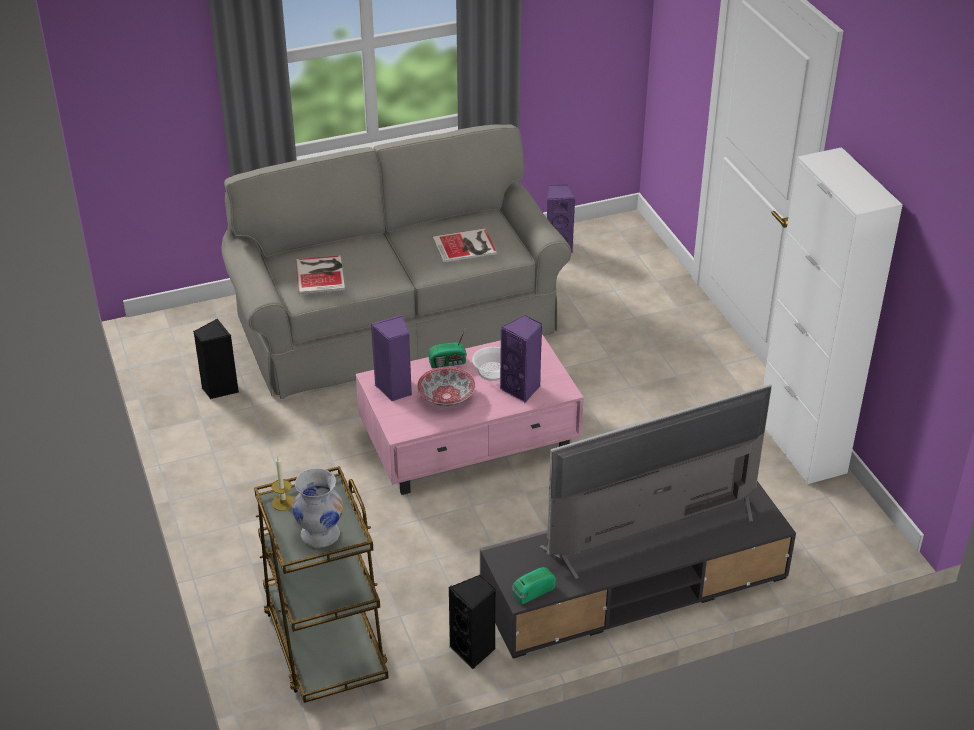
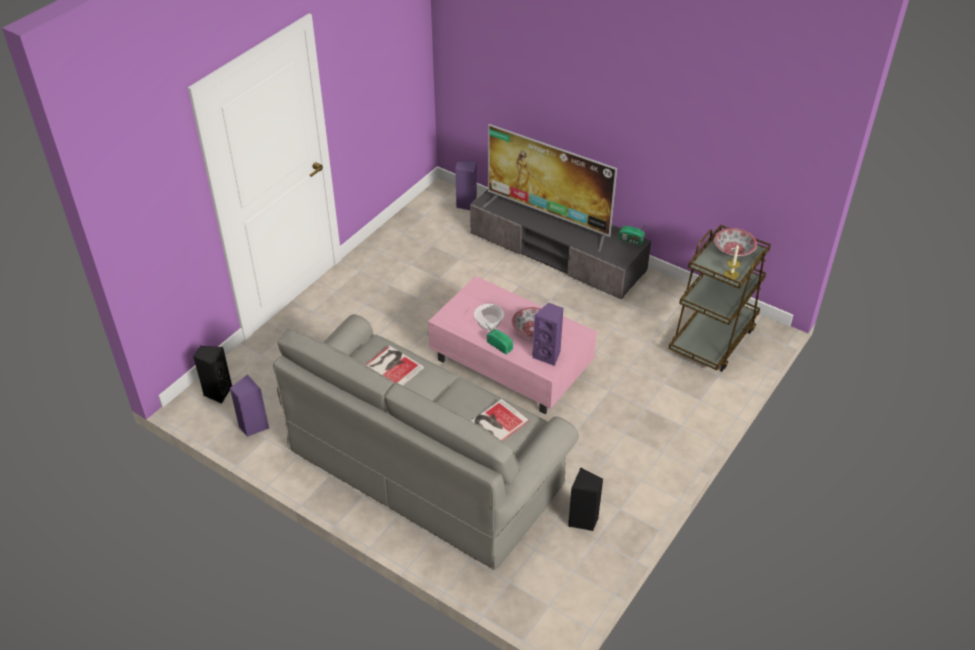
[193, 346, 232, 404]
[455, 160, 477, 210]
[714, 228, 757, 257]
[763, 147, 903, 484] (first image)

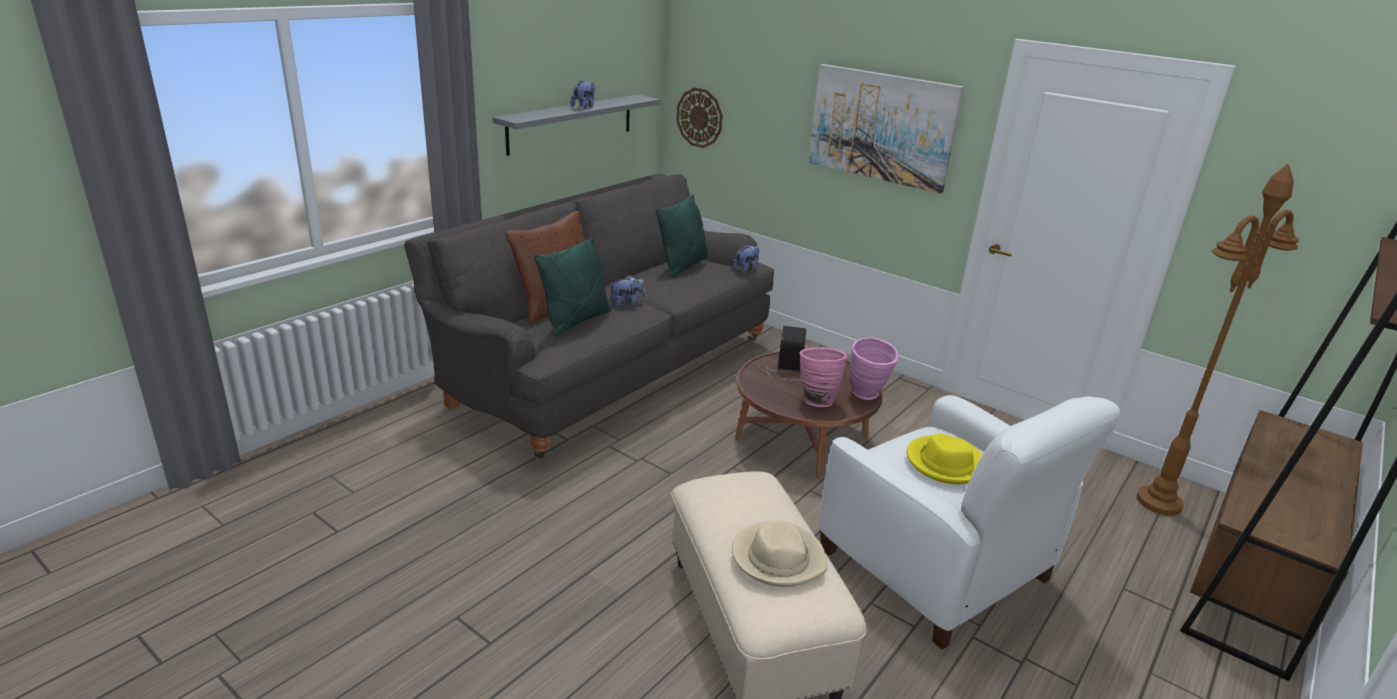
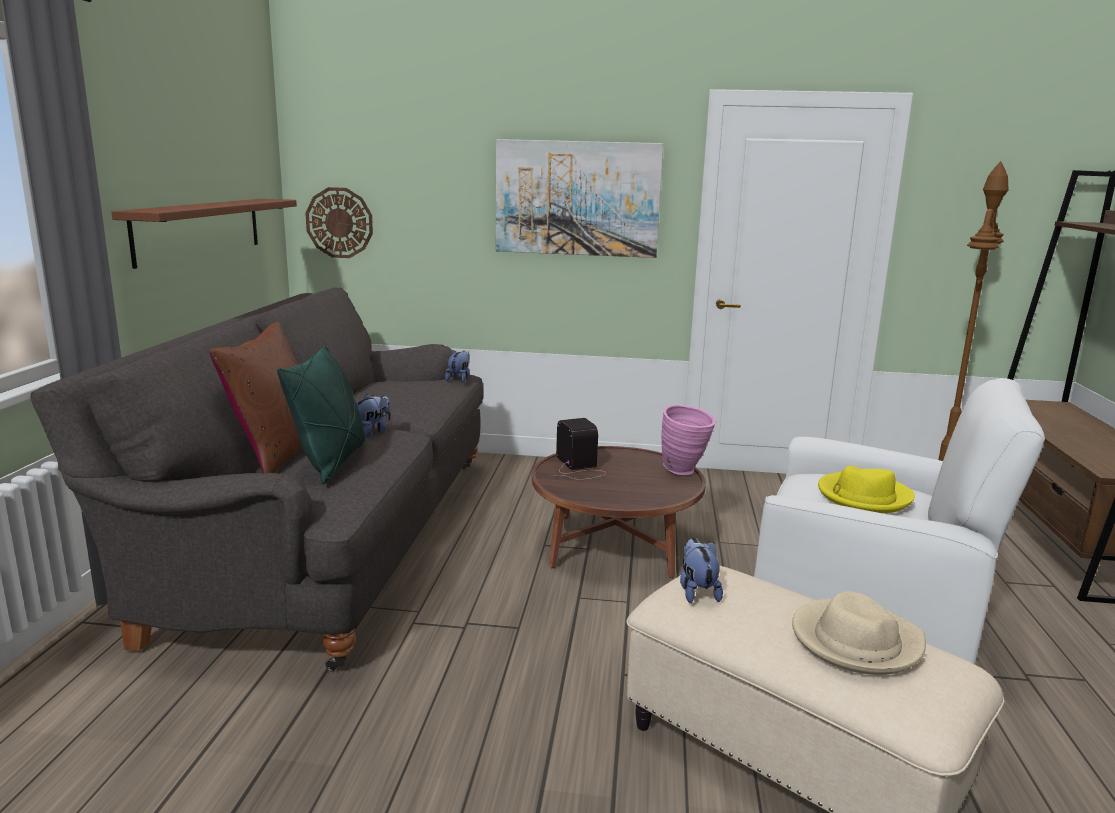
[111, 199, 297, 269]
[680, 538, 723, 603]
[656, 195, 709, 278] (first image)
[799, 347, 847, 407] (first image)

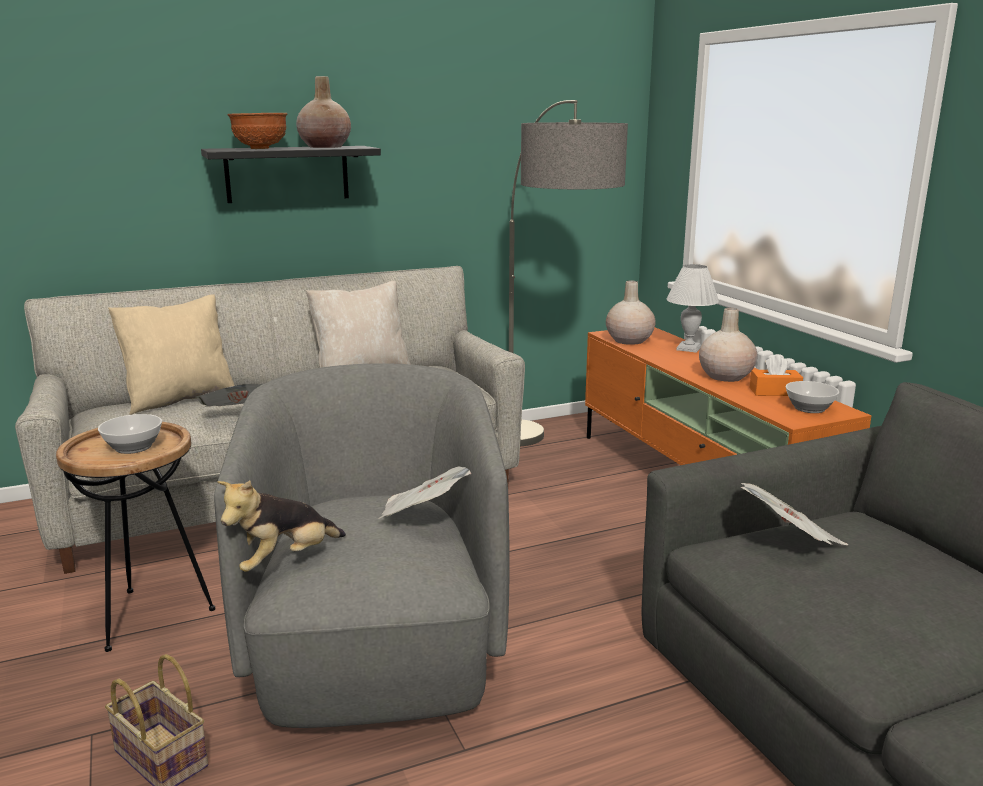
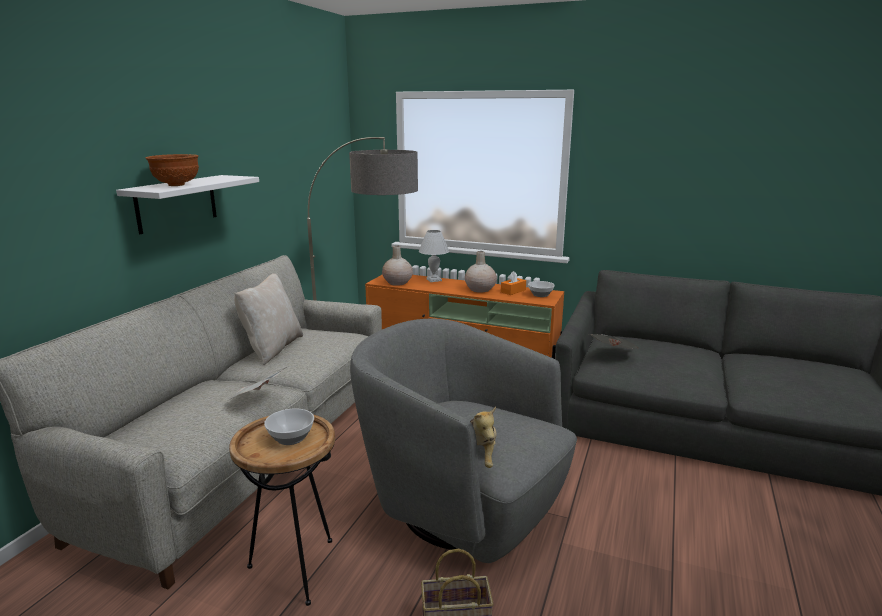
[116, 175, 259, 234]
[108, 294, 235, 415] (first image)
[296, 76, 351, 148] (first image)
[378, 467, 471, 519] (first image)

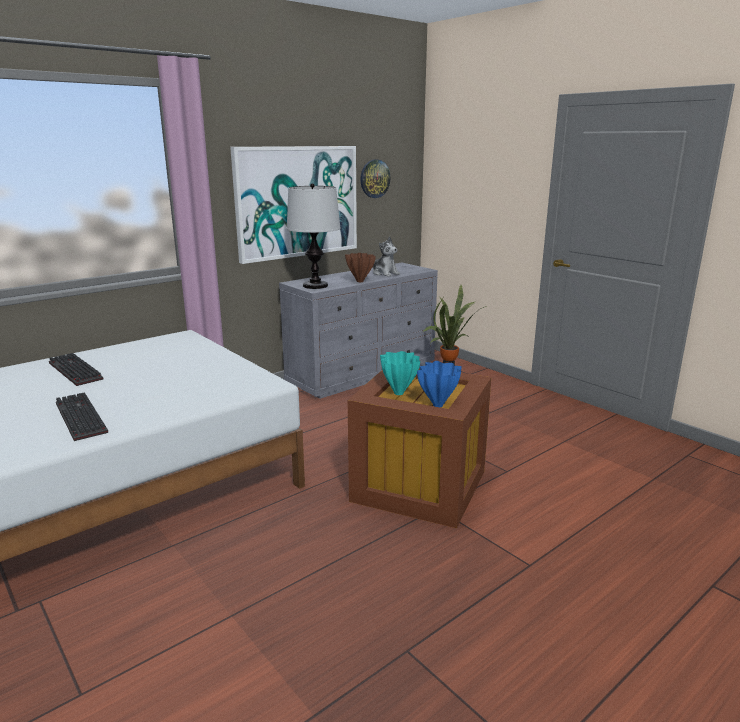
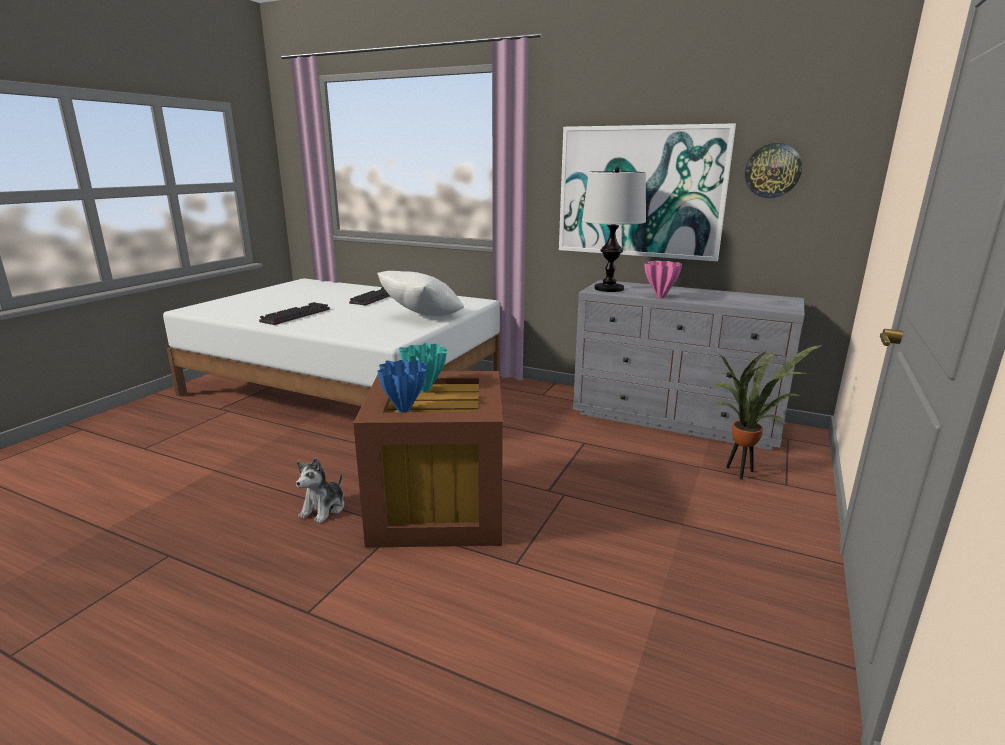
[296, 458, 344, 523]
[377, 271, 464, 316]
[644, 260, 682, 298]

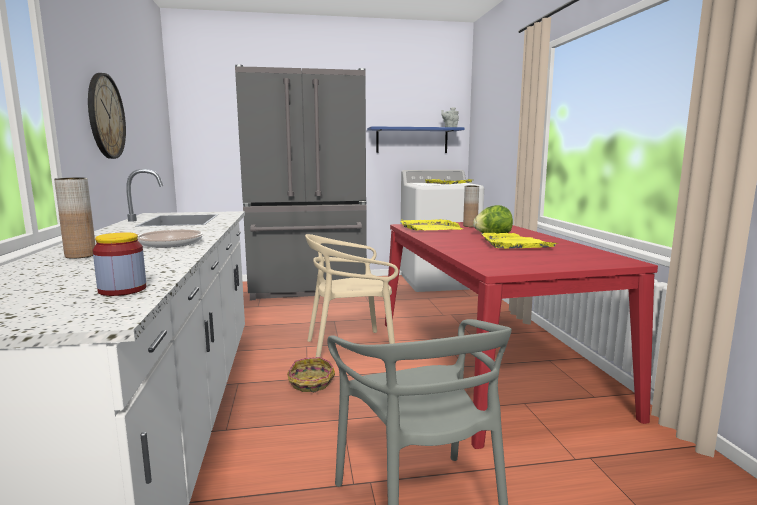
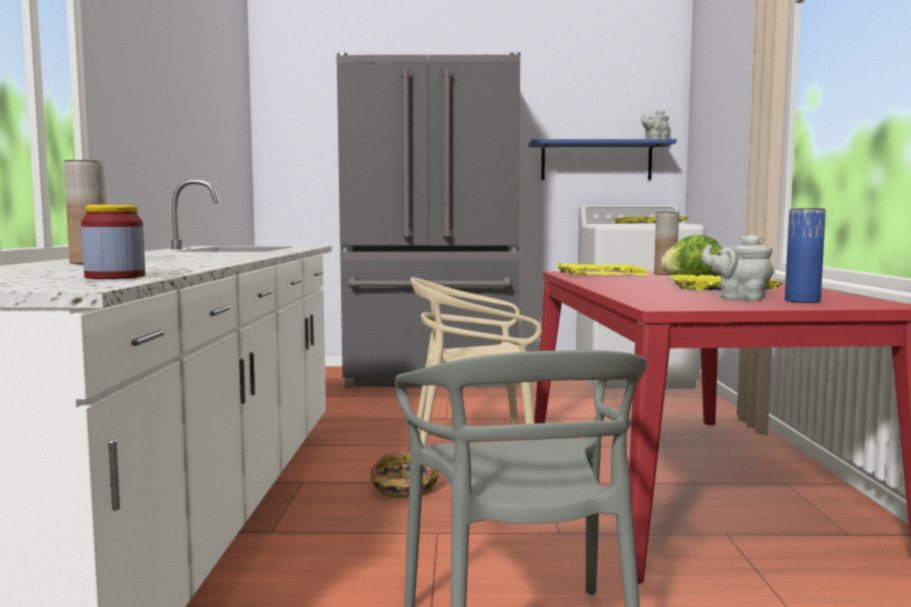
[701, 234, 774, 301]
[785, 208, 826, 303]
[88, 73, 126, 159] (first image)
[106, 230, 203, 248] (first image)

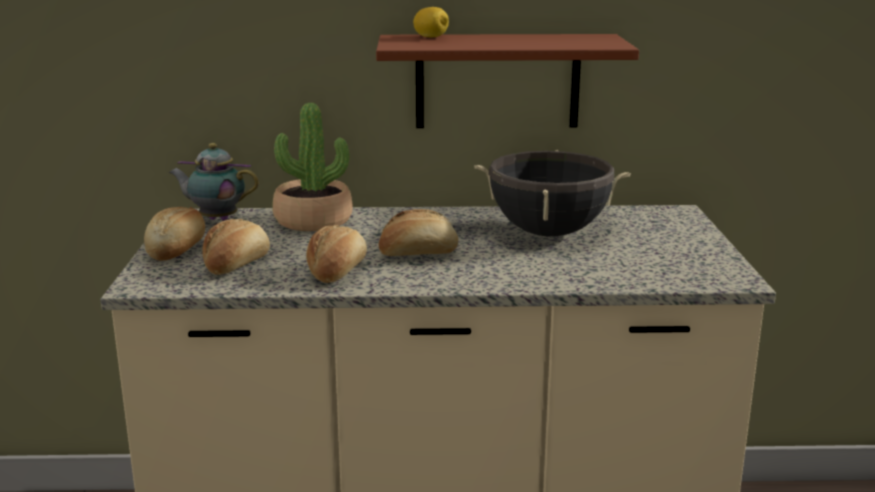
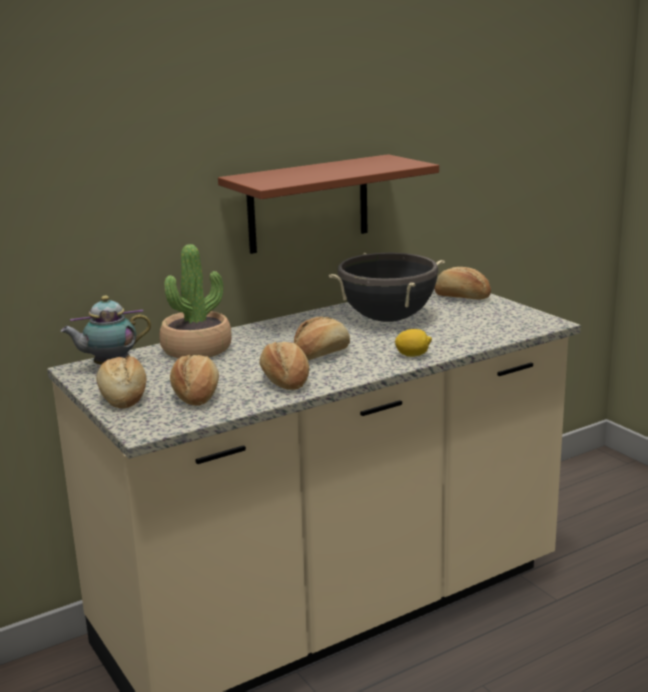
[395, 329, 432, 357]
[435, 267, 491, 299]

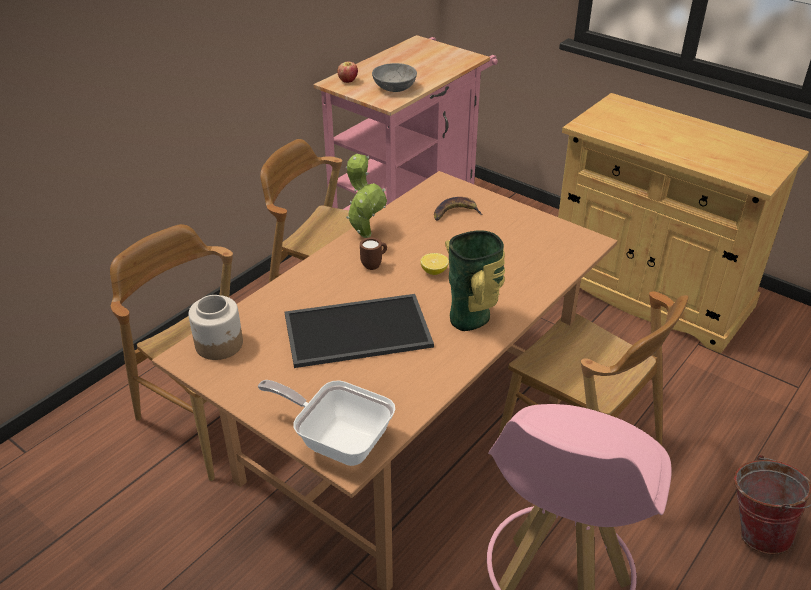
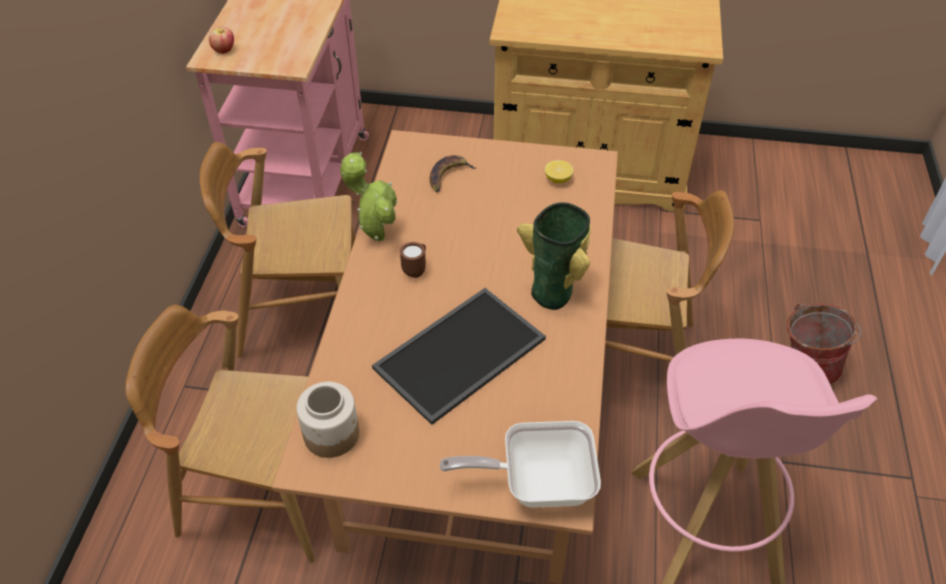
[545, 160, 573, 184]
[372, 63, 417, 92] (first image)

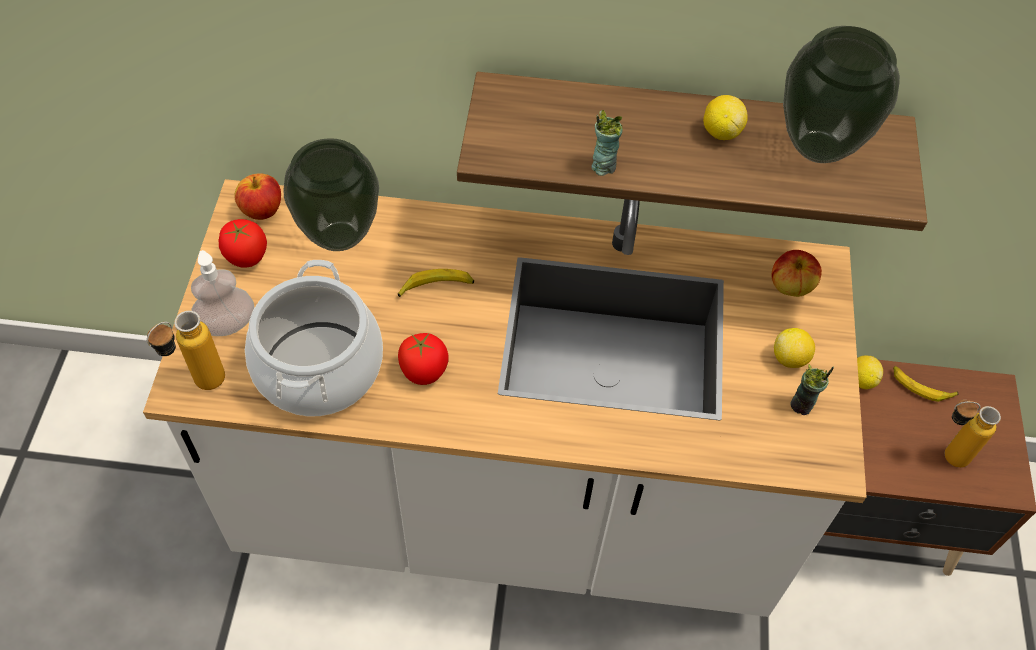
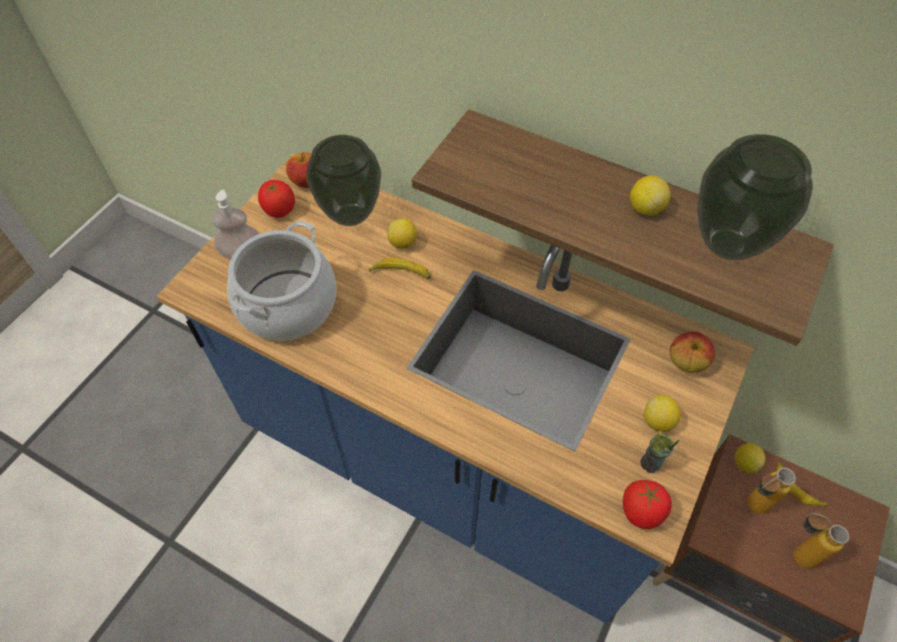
[156, 153, 755, 623]
[387, 218, 417, 248]
[623, 480, 672, 529]
[747, 468, 796, 514]
[591, 110, 623, 176] (first image)

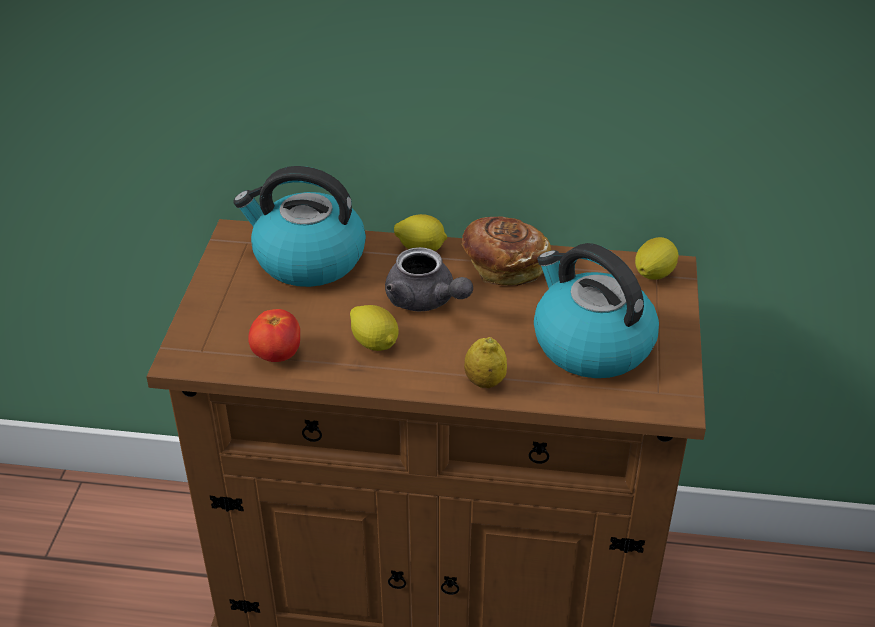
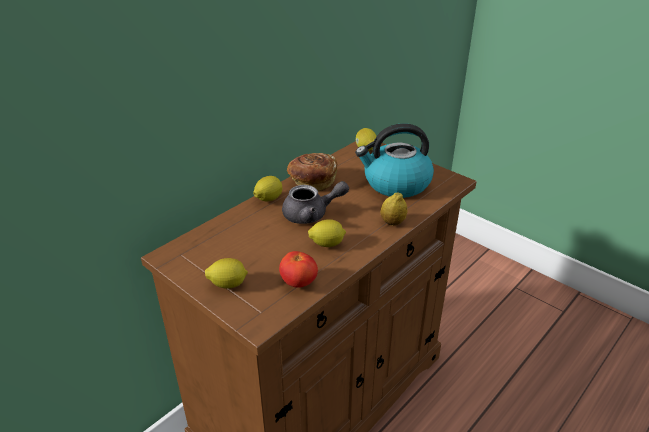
[205, 258, 248, 289]
[233, 166, 366, 287] (first image)

